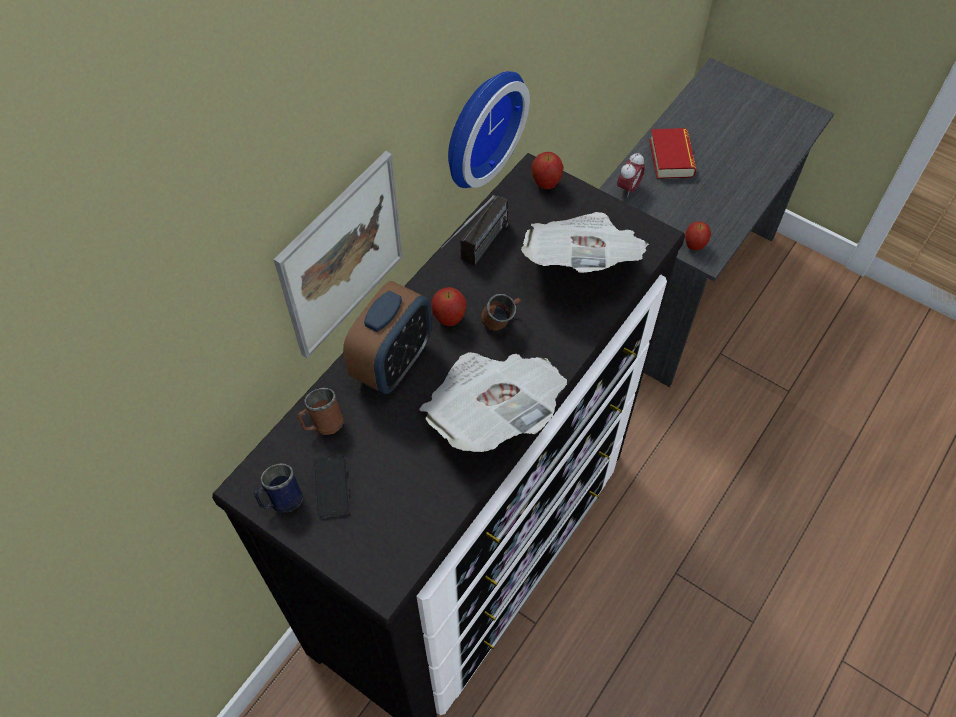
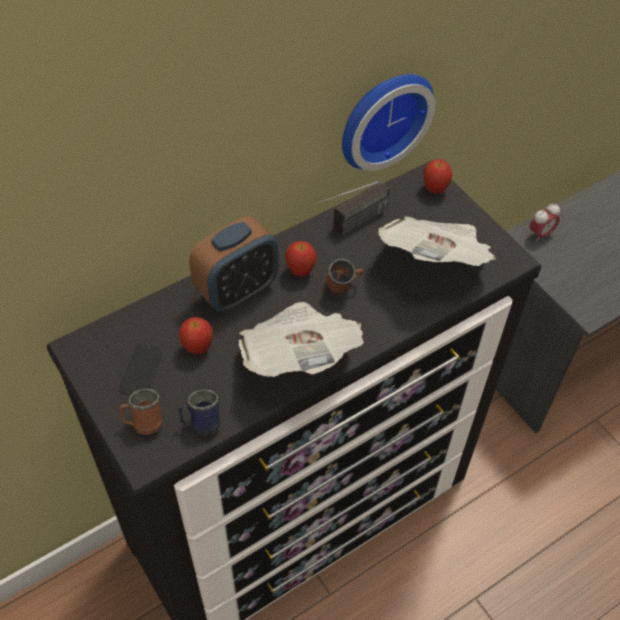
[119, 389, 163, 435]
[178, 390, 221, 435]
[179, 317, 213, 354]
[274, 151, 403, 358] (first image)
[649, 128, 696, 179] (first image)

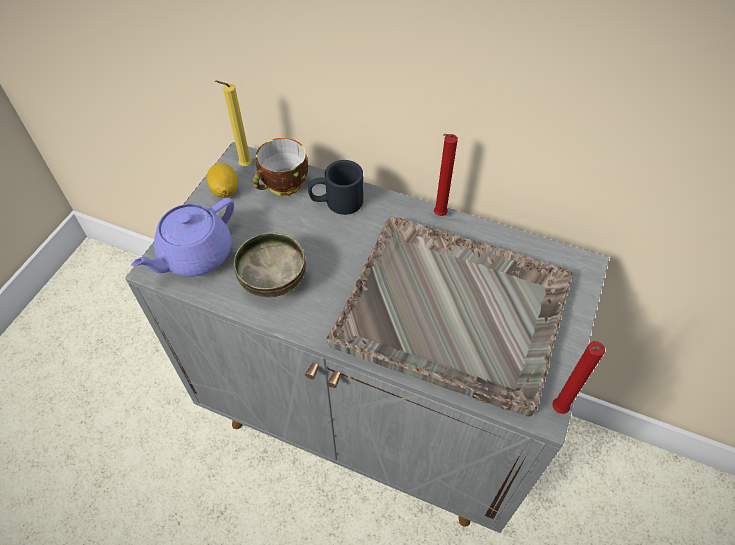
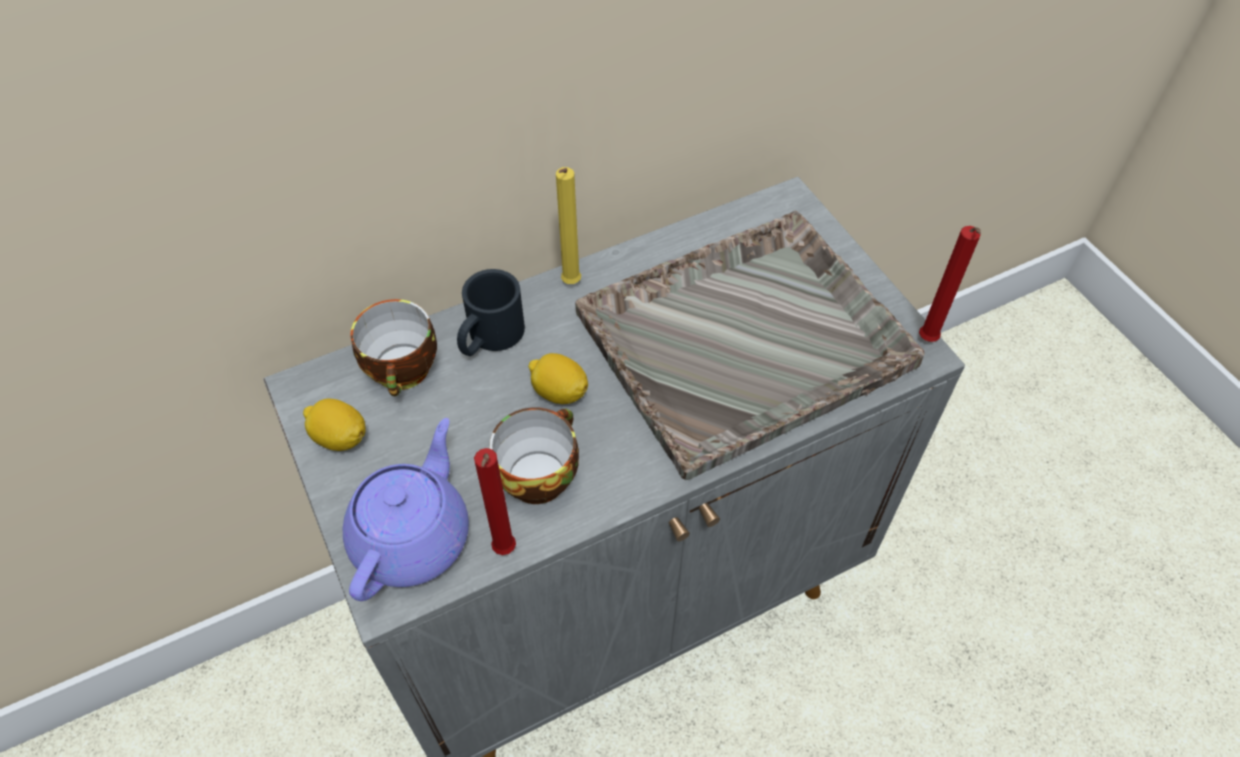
[343, 418, 469, 601]
[474, 448, 516, 555]
[489, 408, 579, 504]
[528, 353, 588, 404]
[556, 167, 581, 284]

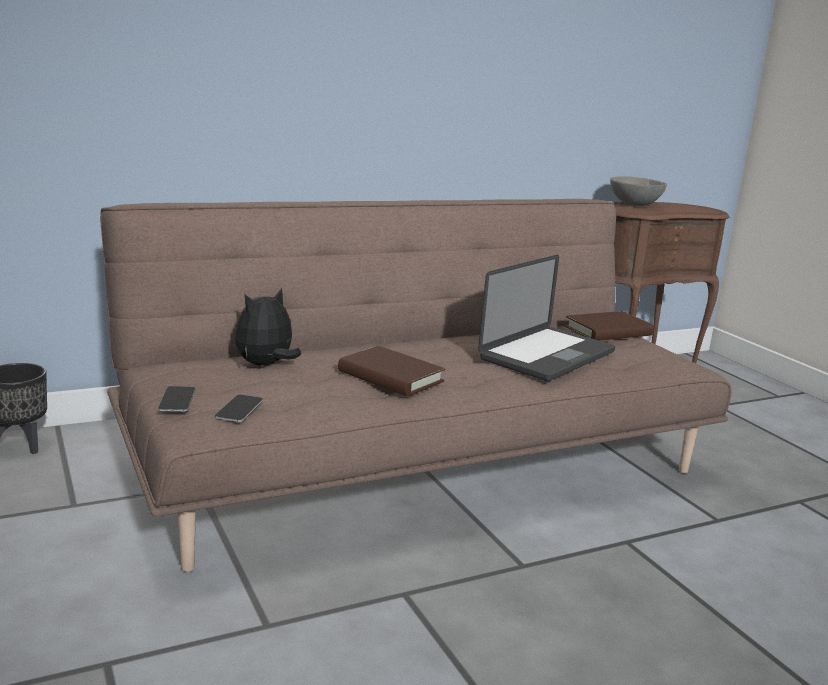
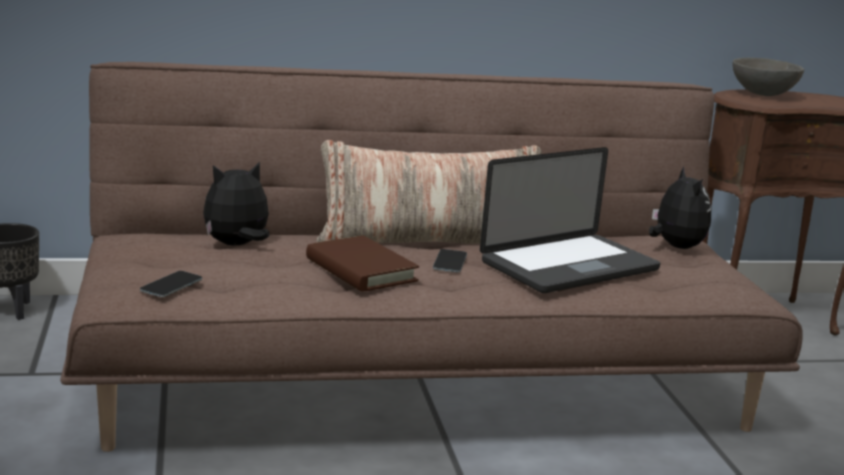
[317, 140, 542, 246]
[433, 249, 467, 272]
[649, 167, 711, 249]

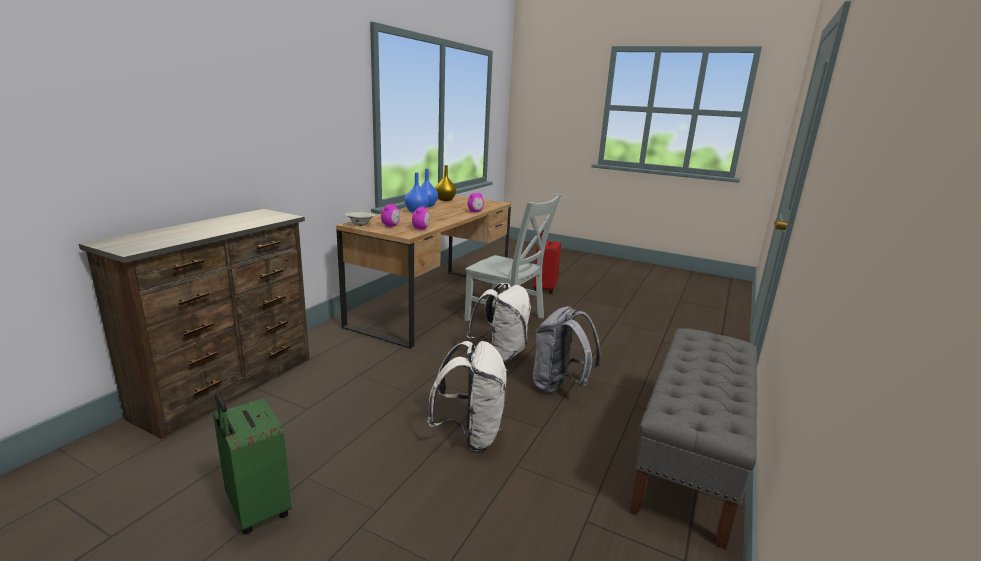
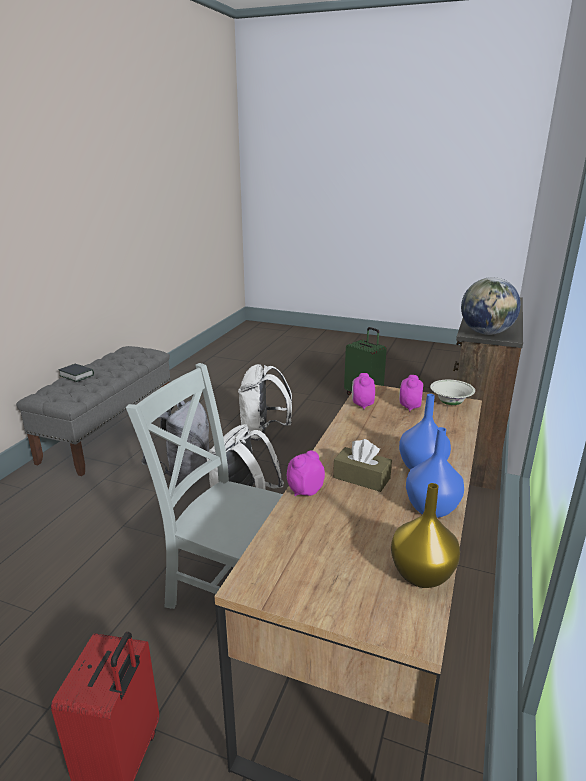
[58, 364, 94, 382]
[333, 439, 392, 492]
[461, 277, 521, 335]

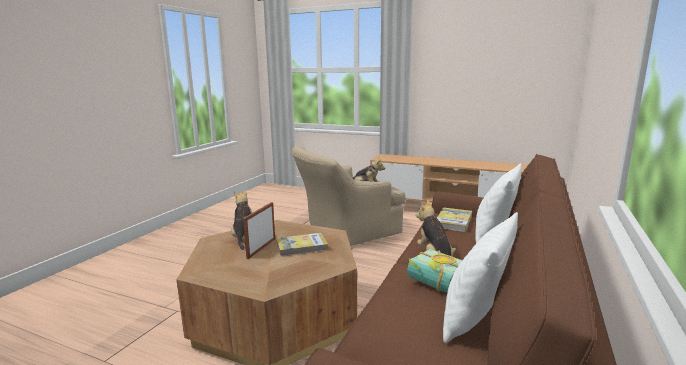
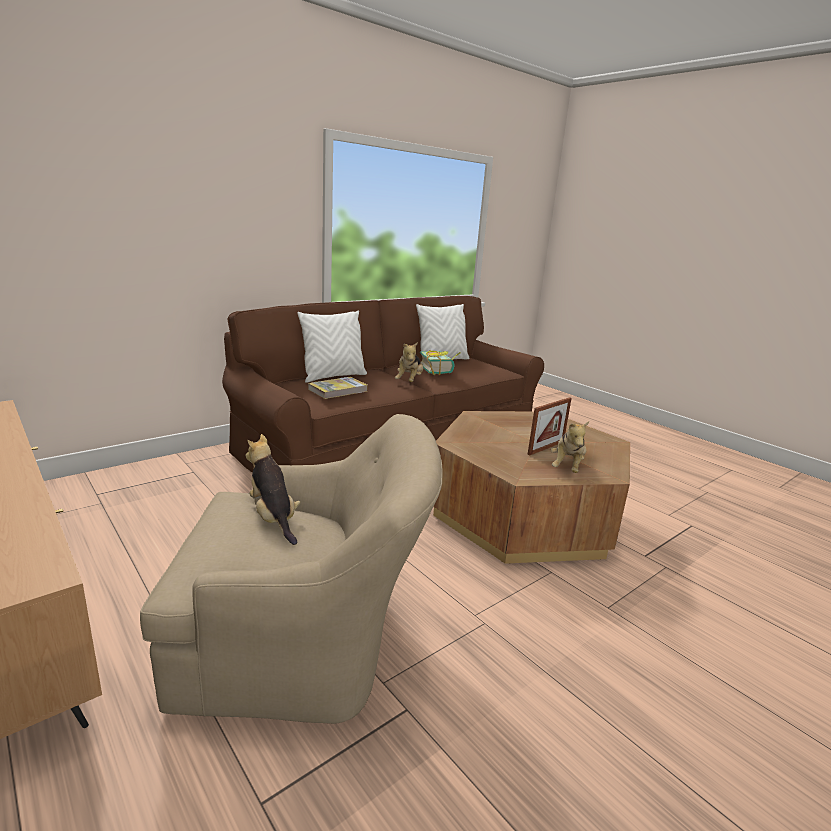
[276, 233, 328, 256] (first image)

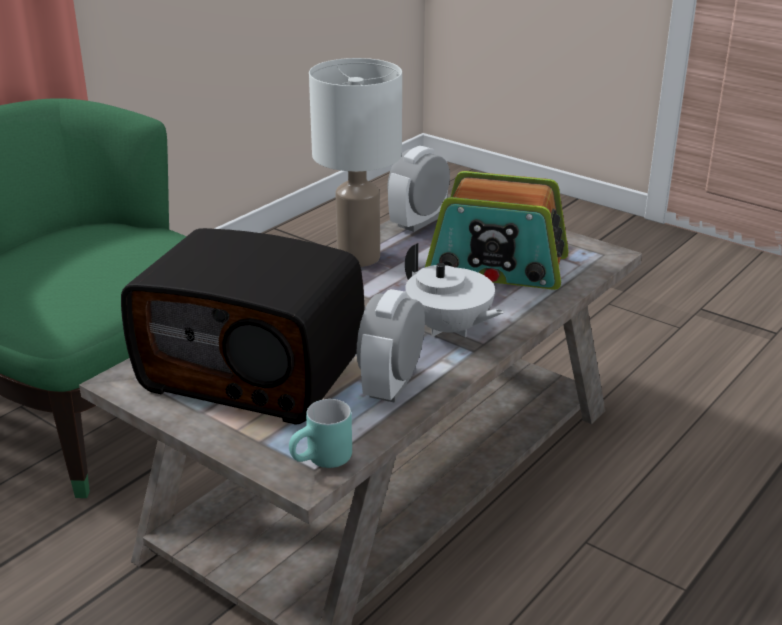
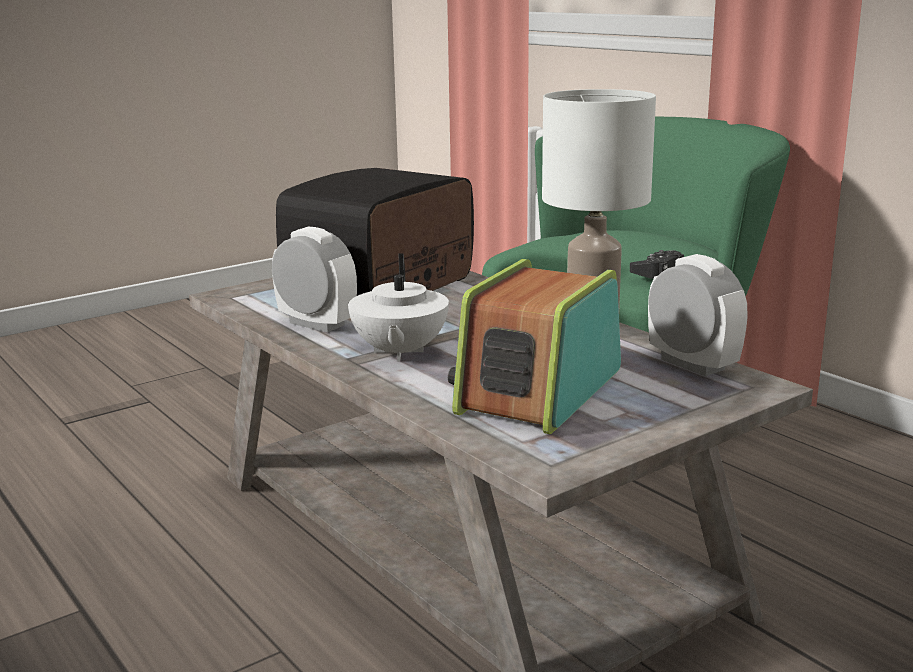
[348, 254, 449, 362]
[630, 250, 684, 279]
[289, 399, 352, 468] (first image)

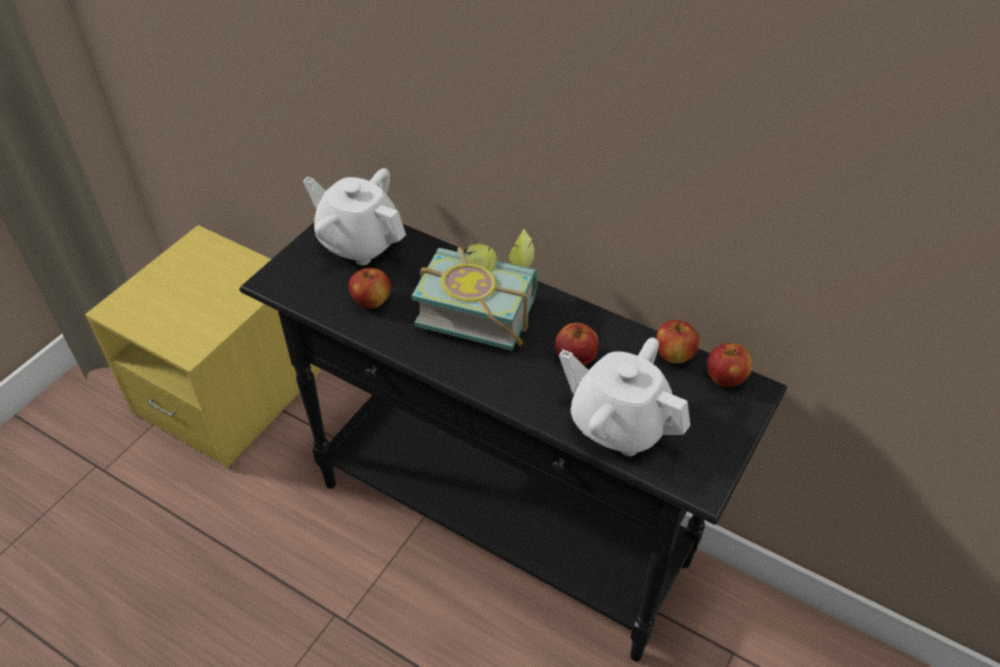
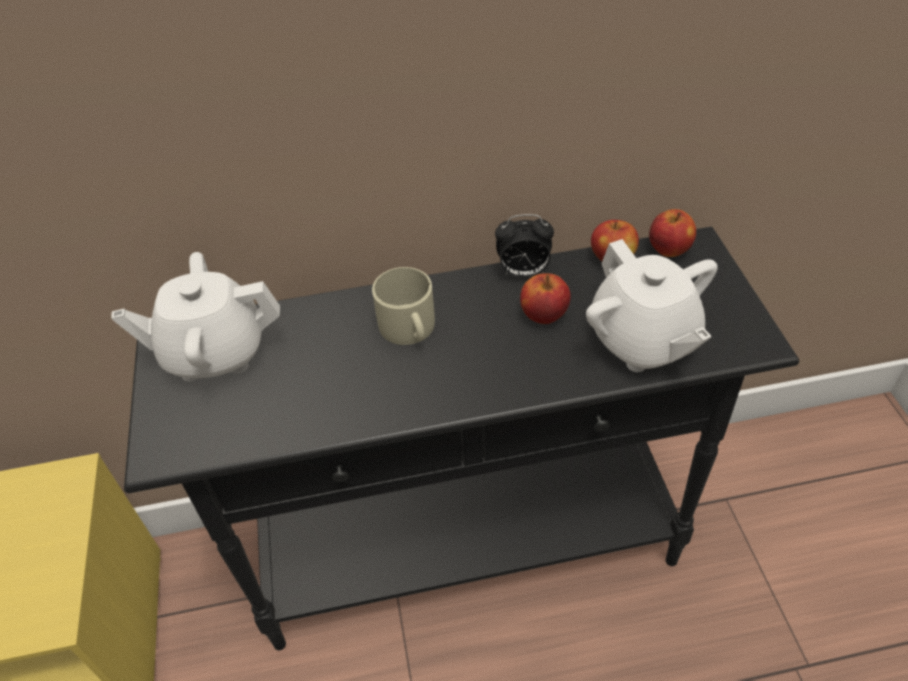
[372, 267, 435, 345]
[495, 214, 554, 277]
[586, 239, 718, 372]
[349, 268, 391, 308] (first image)

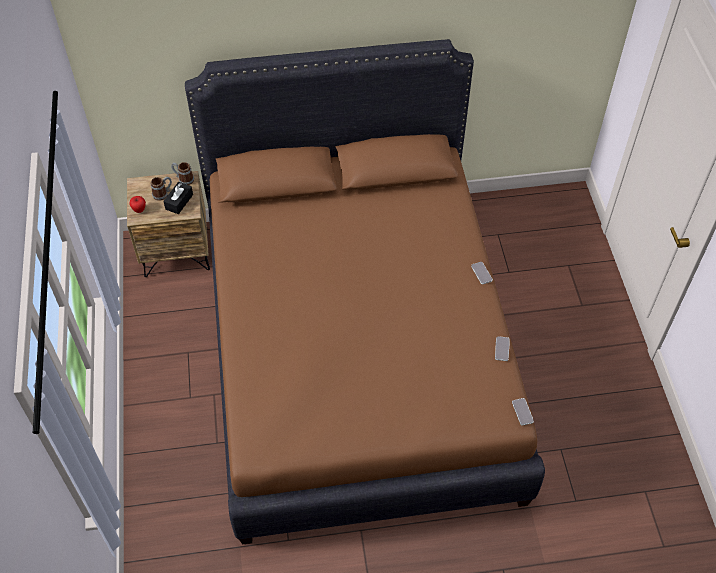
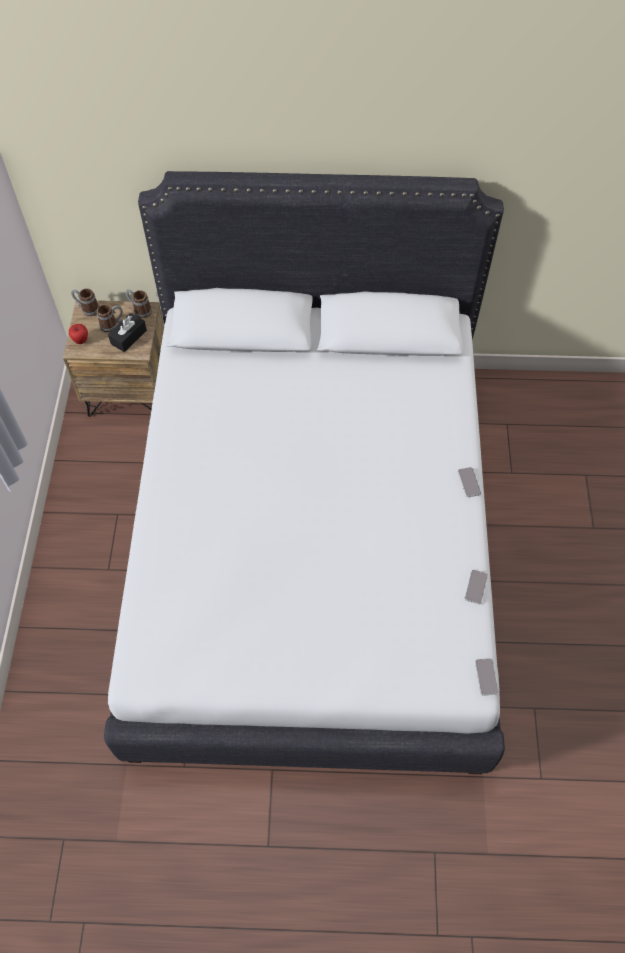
[71, 288, 99, 316]
[104, 171, 505, 774]

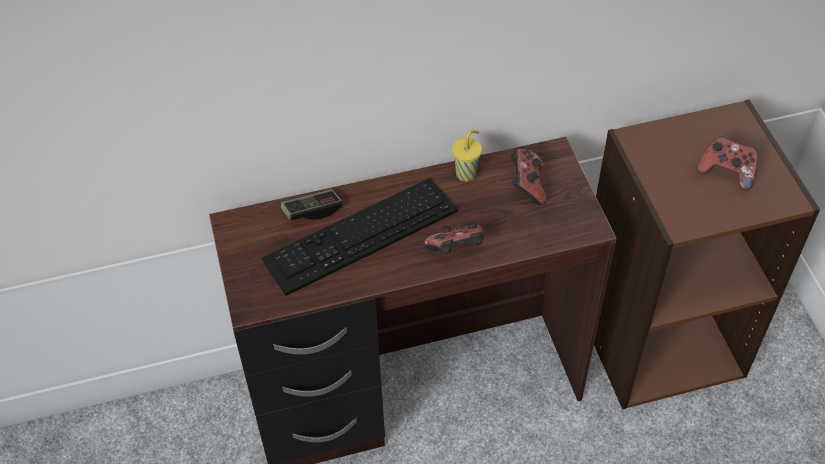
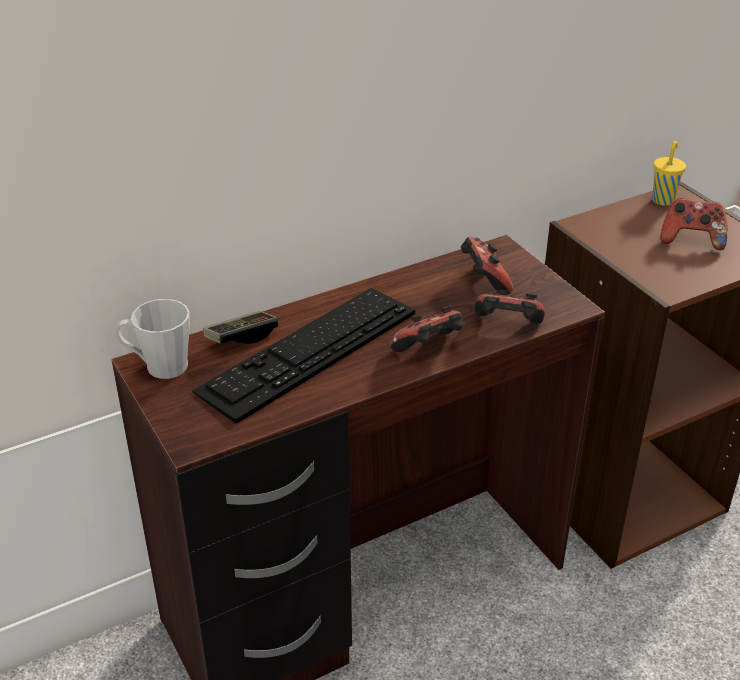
[116, 299, 190, 379]
[475, 289, 545, 324]
[652, 141, 686, 206]

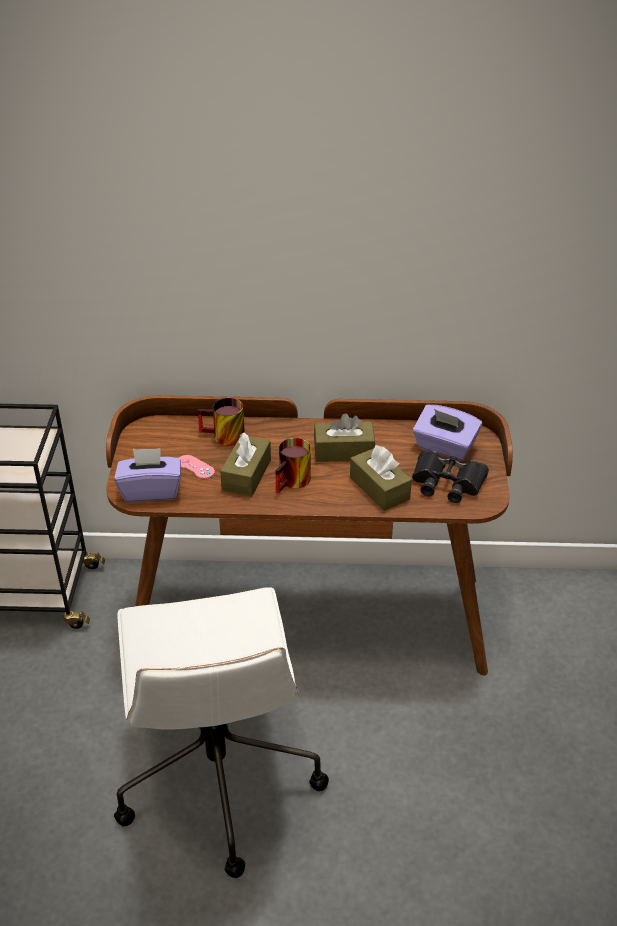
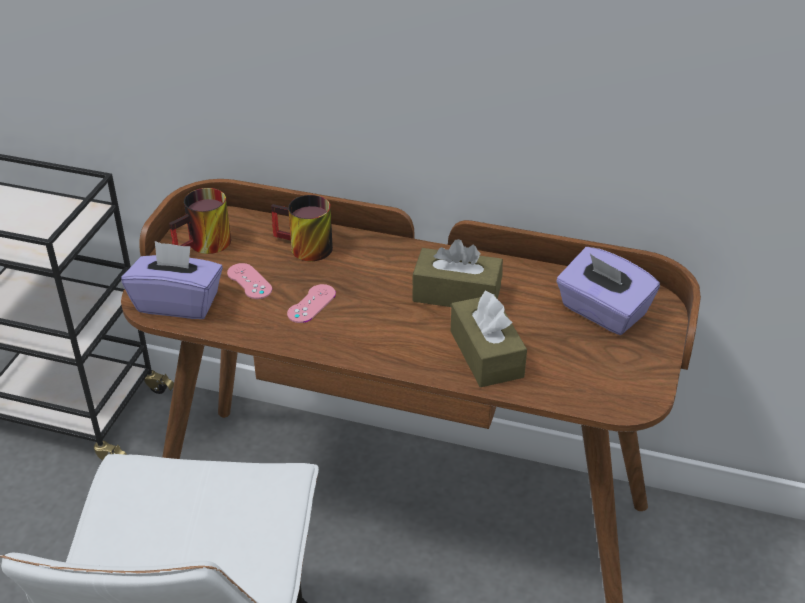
[169, 188, 231, 254]
[287, 284, 336, 323]
[412, 450, 489, 503] (first image)

